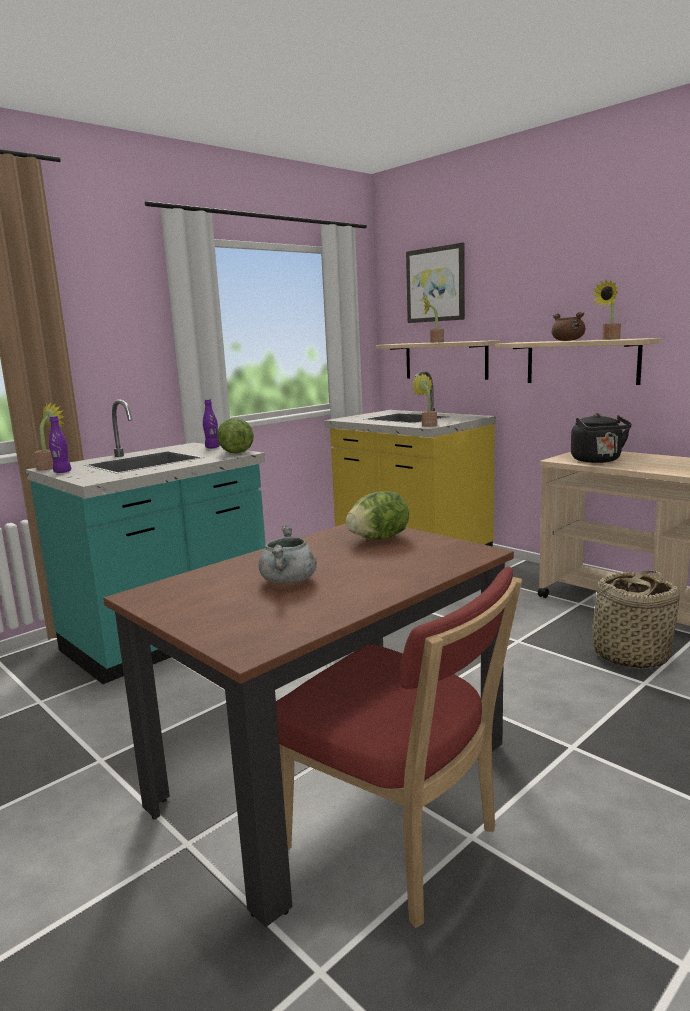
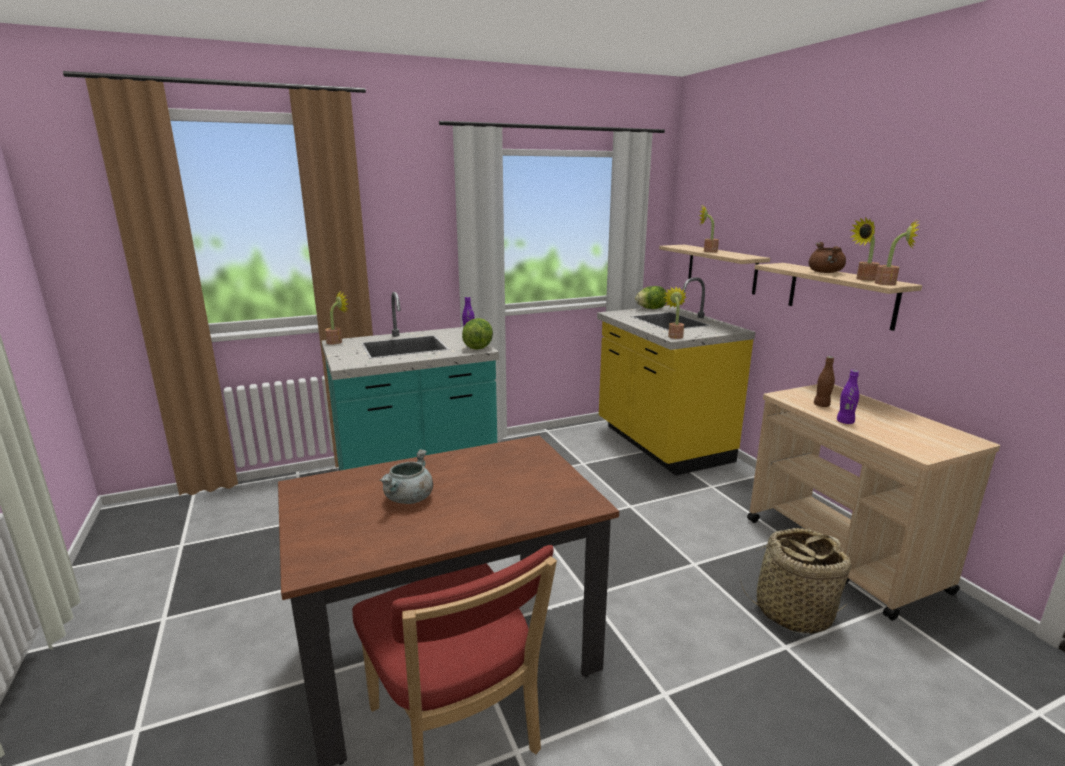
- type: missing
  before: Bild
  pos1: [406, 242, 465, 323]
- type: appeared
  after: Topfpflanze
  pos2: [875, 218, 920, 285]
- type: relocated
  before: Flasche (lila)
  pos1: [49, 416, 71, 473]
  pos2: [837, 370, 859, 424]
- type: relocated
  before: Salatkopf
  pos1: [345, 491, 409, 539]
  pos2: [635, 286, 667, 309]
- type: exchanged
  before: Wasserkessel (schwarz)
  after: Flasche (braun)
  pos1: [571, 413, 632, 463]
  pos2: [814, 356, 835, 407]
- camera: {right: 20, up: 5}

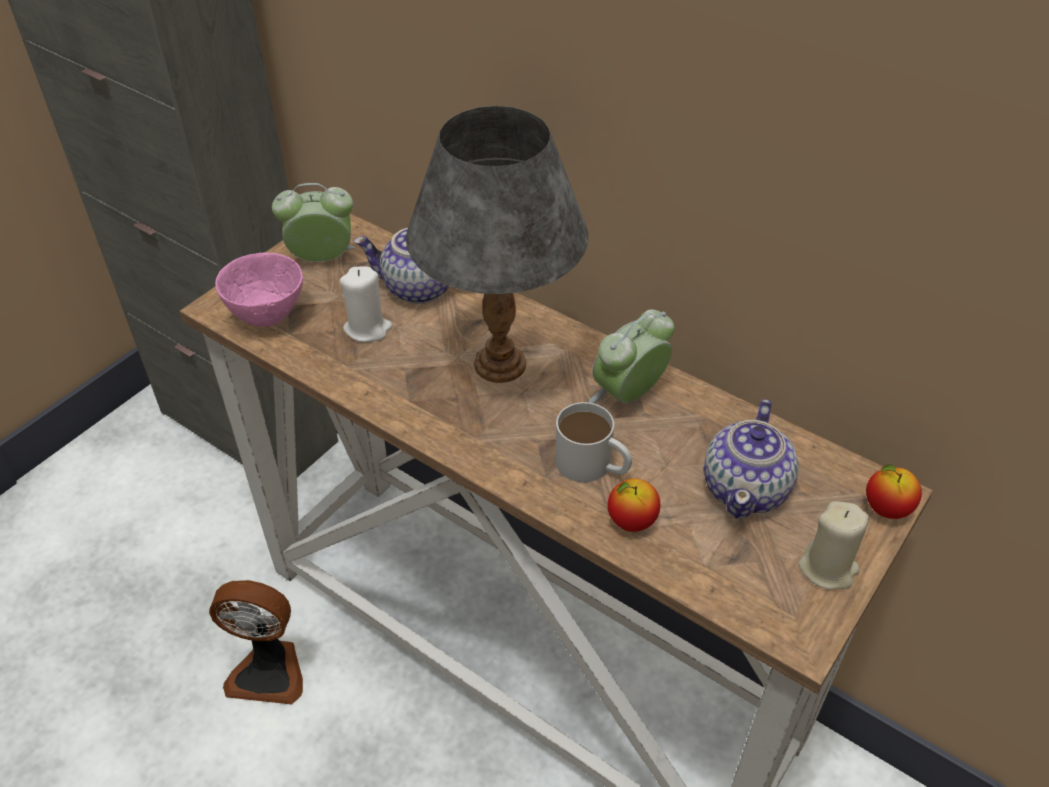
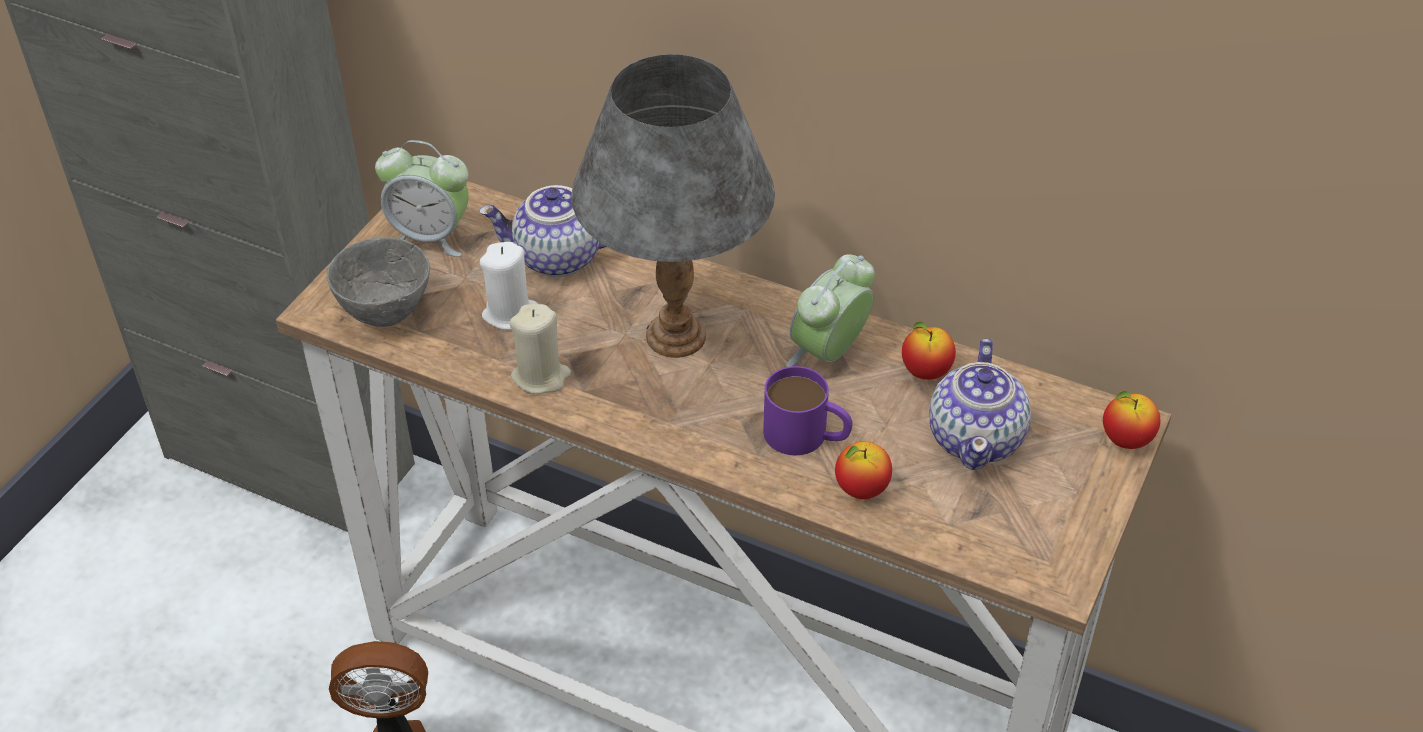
- type: appeared
  after: Apfel
  pos2: [902, 322, 956, 380]
- type: relocated
  before: Kerze (beige)
  pos1: [798, 501, 869, 590]
  pos2: [510, 304, 571, 394]
- type: colour
  before: Schüssel (rosa)
  after: Schüssel (grau)
  pos1: [215, 253, 303, 327]
  pos2: [327, 237, 430, 327]
- type: colour
  before: Henkelbecher (weiß)
  after: Henkelbecher (lila)
  pos1: [555, 402, 632, 482]
  pos2: [763, 366, 852, 455]
- type: spun
  before: Wecker
  pos1: [272, 183, 355, 262]
  pos2: [375, 140, 469, 257]
  turn: -150
- camera: {right: -10, up: 0}

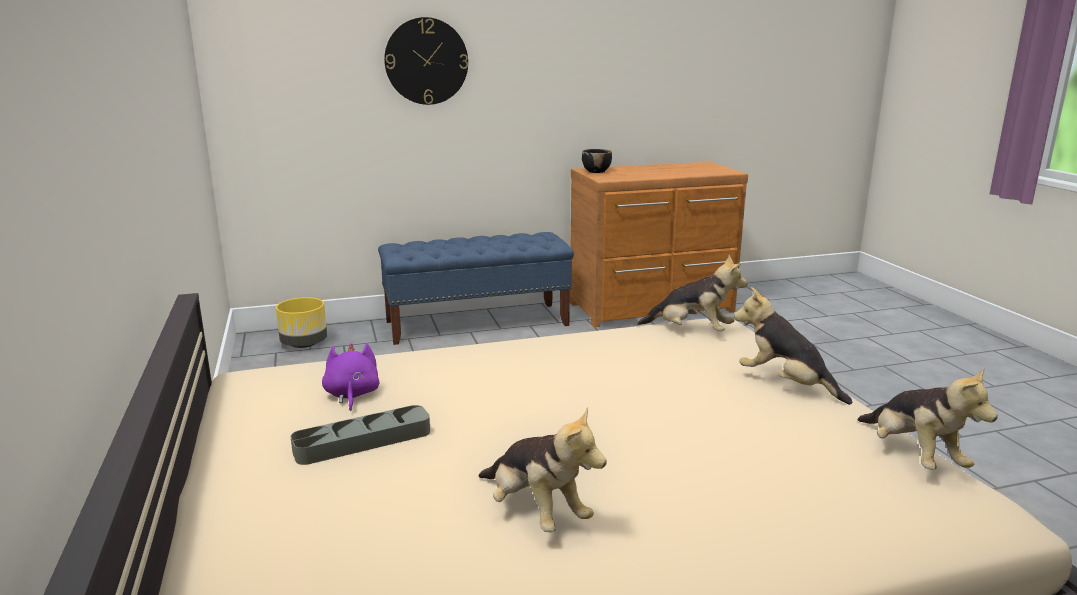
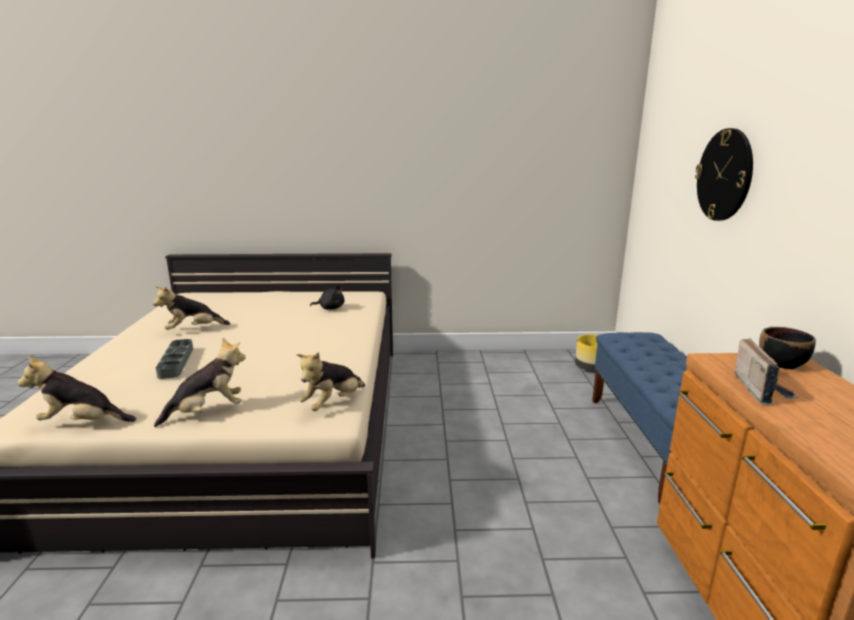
- type: appeared
  after: Radio
  pos2: [735, 338, 799, 404]
- type: relocated
  before: Tablett (grau)
  pos1: [291, 405, 430, 465]
  pos2: [156, 339, 193, 379]
- type: colour
  before: Plüschtier (lila)
  after: Plüschtier (schwarz)
  pos1: [322, 343, 379, 411]
  pos2: [310, 285, 345, 310]
- camera: {right: 105, up: 0}

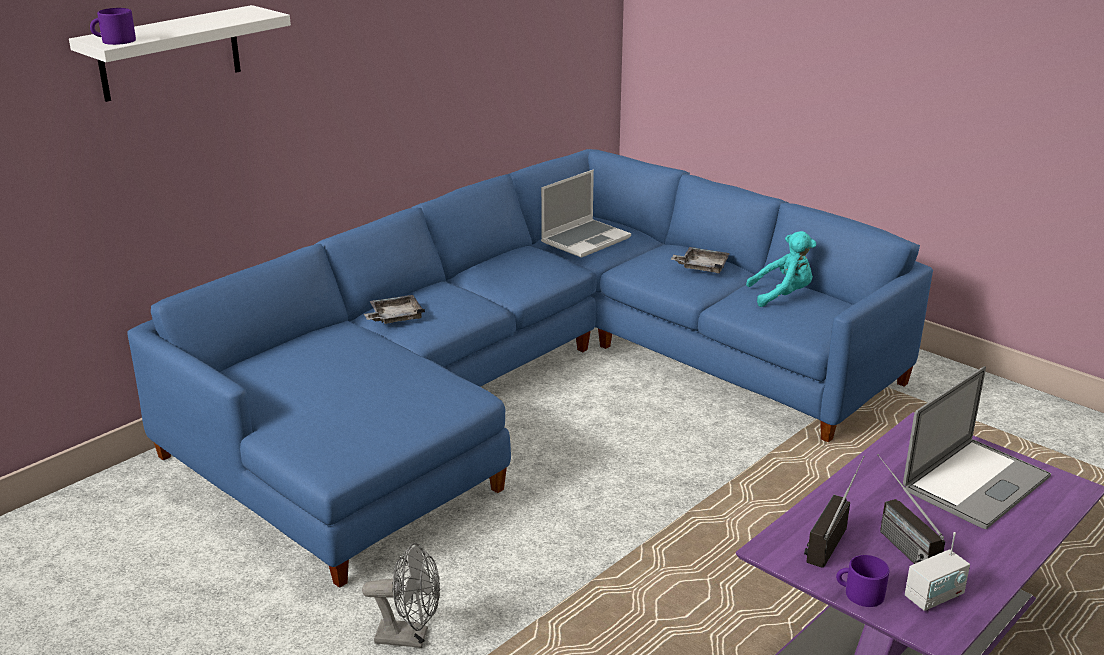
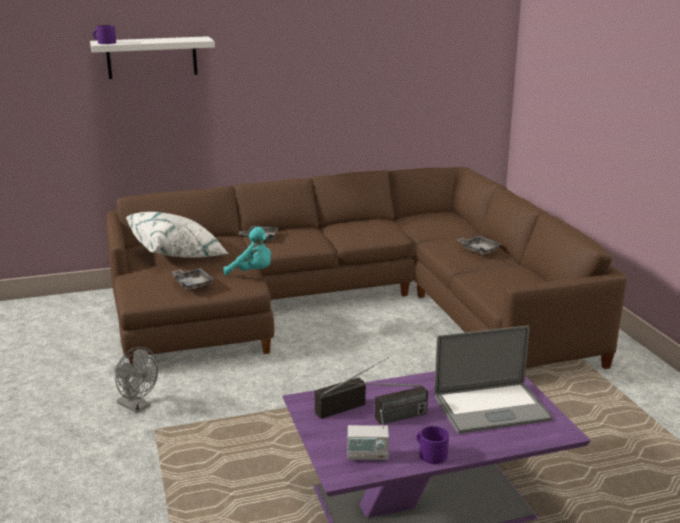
- type: missing
  before: Laptop
  pos1: [541, 170, 631, 258]
- type: appeared
  after: Kissen (weiß)
  pos2: [126, 212, 229, 258]
- type: appeared
  after: Tablett (grau)
  pos2: [172, 268, 214, 290]
- type: relocated
  before: Plüschtier (türkis)
  pos1: [746, 231, 816, 307]
  pos2: [223, 227, 271, 275]
- type: relocated
  before: Henkelbecher (lila)
  pos1: [836, 555, 889, 607]
  pos2: [417, 426, 449, 464]
- type: colour
  before: Sofa (blau)
  after: Sofa (braun)
  pos1: [127, 149, 933, 588]
  pos2: [107, 167, 627, 369]
- type: spun
  before: Radio
  pos1: [877, 454, 945, 564]
  pos2: [349, 383, 428, 425]
  turn: -120
- camera: {right: 30, up: -5}

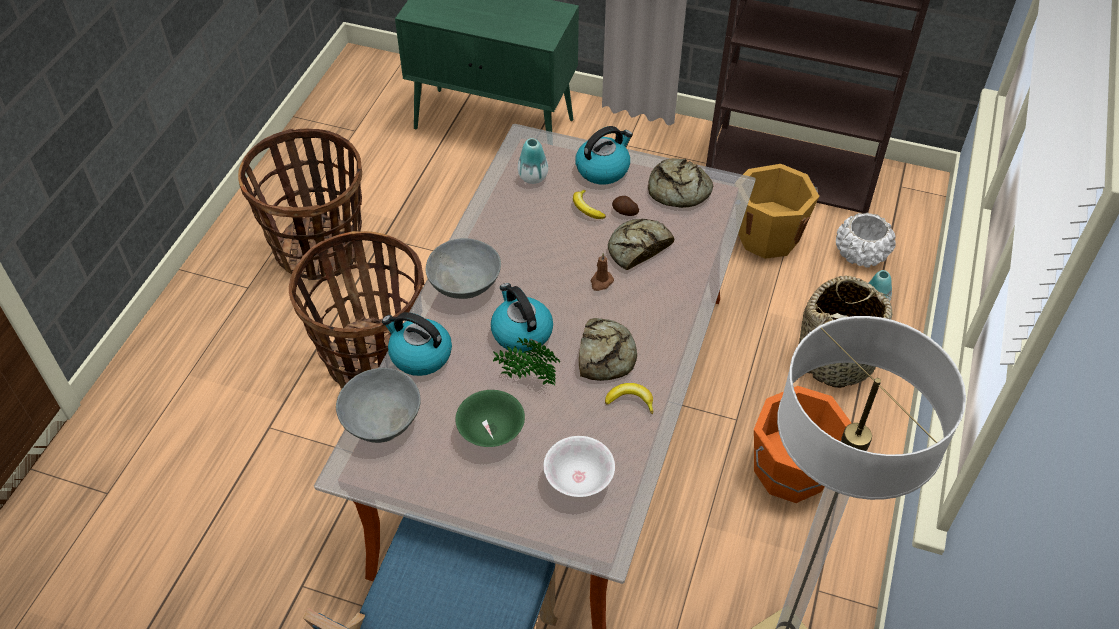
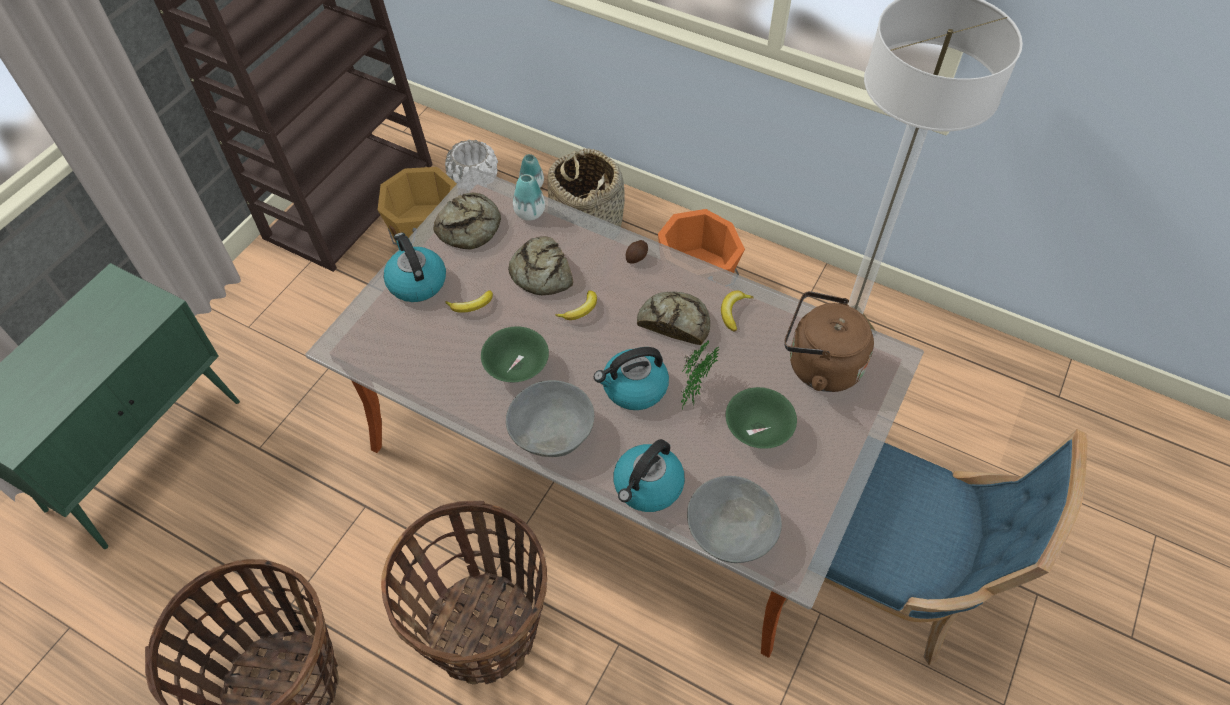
- type: appeared
  after: Schüssel (grün)
  pos2: [481, 326, 549, 382]
- type: relocated
  before: Vase
  pos1: [518, 138, 548, 184]
  pos2: [513, 174, 545, 221]
- type: relocated
  before: Kartoffel
  pos1: [612, 196, 639, 216]
  pos2: [626, 240, 648, 264]
- type: exchanged
  before: Schüssel (weiß)
  after: Wasserkessel (braun)
  pos1: [543, 436, 615, 497]
  pos2: [784, 291, 874, 392]
- type: exchanged
  before: Kerze (braun)
  after: Banane
  pos1: [591, 253, 614, 291]
  pos2: [555, 291, 597, 320]
- camera: {right: -80, up: 5}

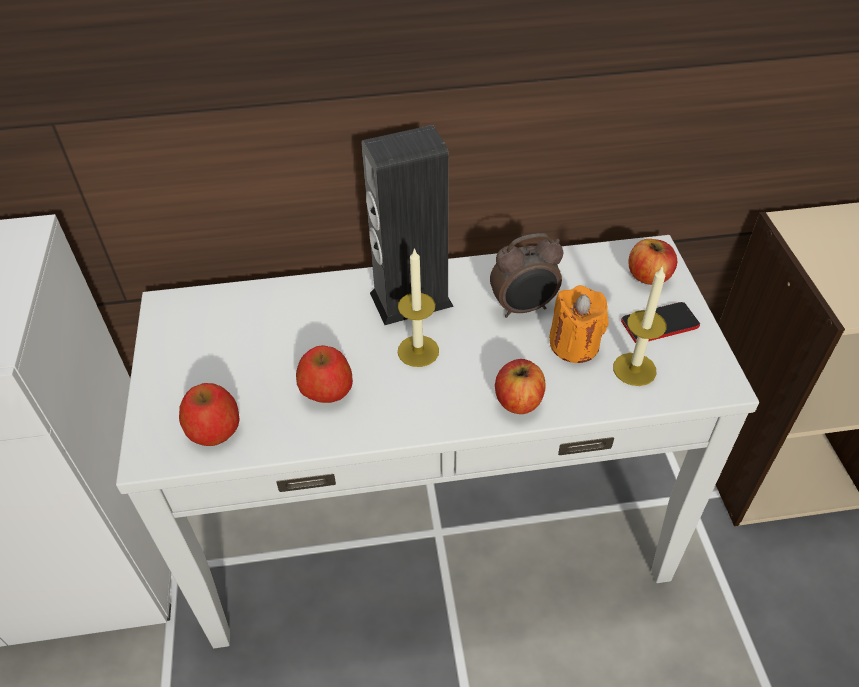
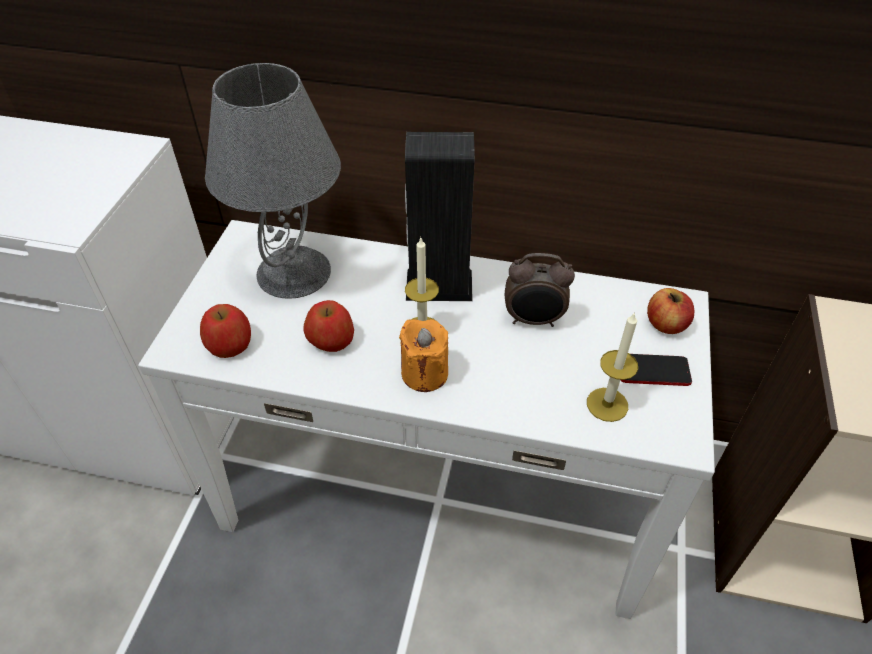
- type: missing
  before: Apfel
  pos1: [495, 359, 546, 414]
- type: appeared
  after: Tischlampe (grau)
  pos2: [205, 63, 341, 299]
- type: relocated
  before: Kerze (orange)
  pos1: [549, 285, 609, 363]
  pos2: [399, 319, 448, 392]
- camera: {right: 20, up: 0}

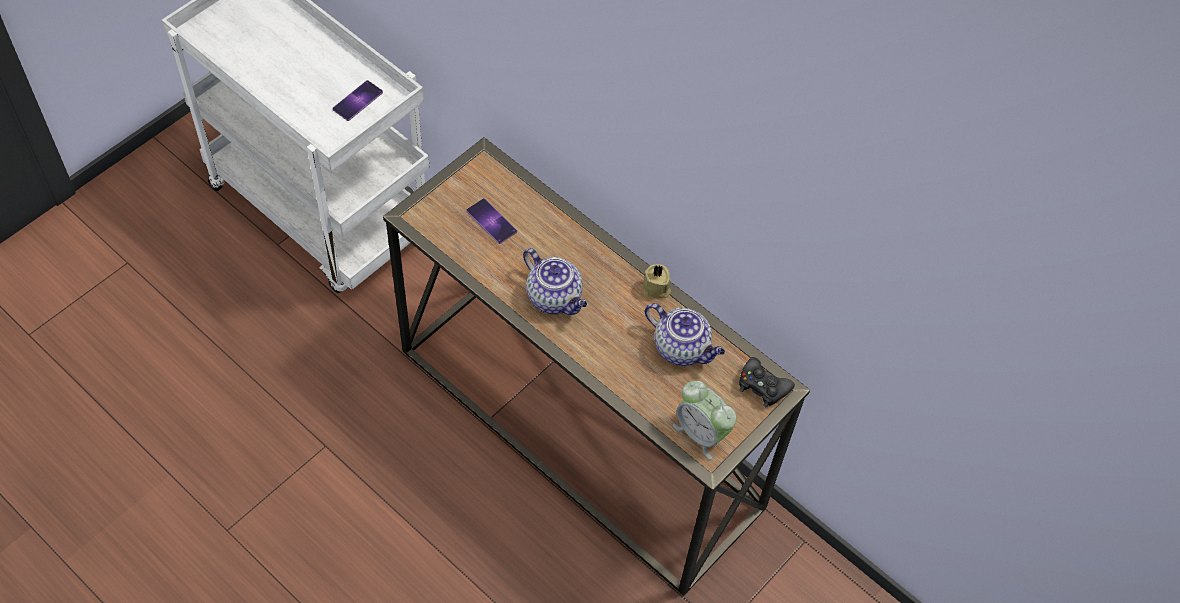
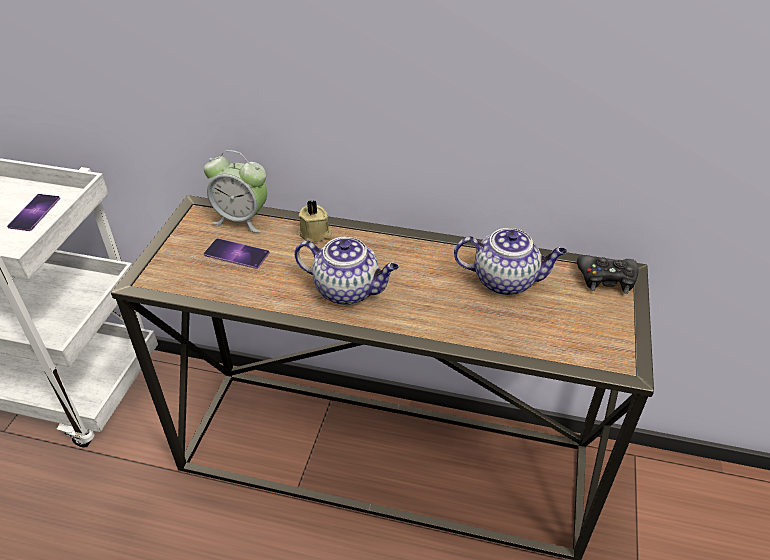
- type: relocated
  before: Kerze (beige)
  pos1: [642, 264, 671, 299]
  pos2: [299, 200, 332, 242]
- type: relocated
  before: Wecker
  pos1: [673, 381, 736, 459]
  pos2: [204, 150, 267, 233]
- camera: {right: -25, up: -15}

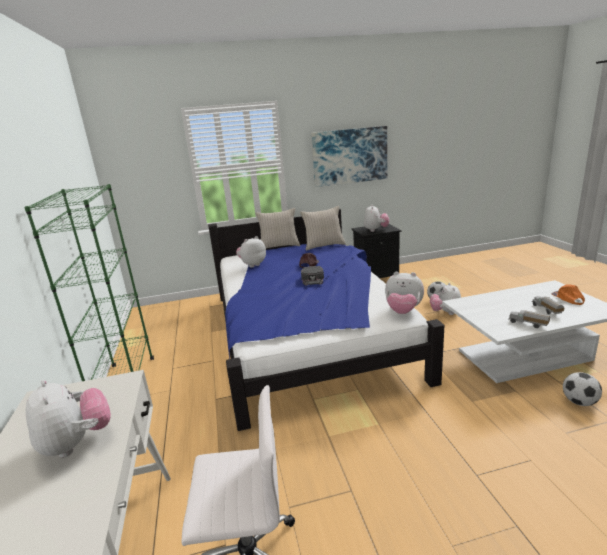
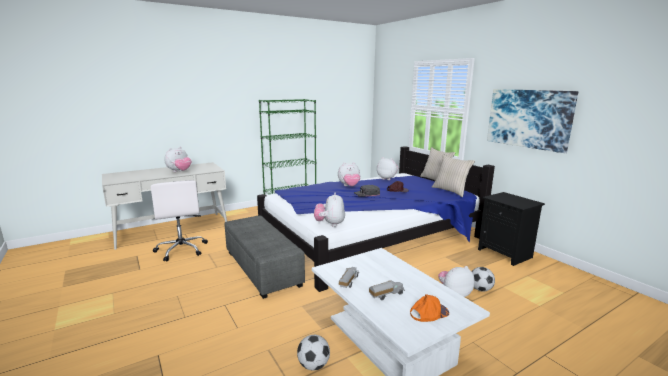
- type: appeared
  after: Polsterhocker (grau)
  pos2: [225, 215, 305, 299]
- type: relocated
  before: Plüschtier
  pos1: [364, 204, 389, 232]
  pos2: [338, 162, 361, 186]
- camera: {right: 70, up: -5}

